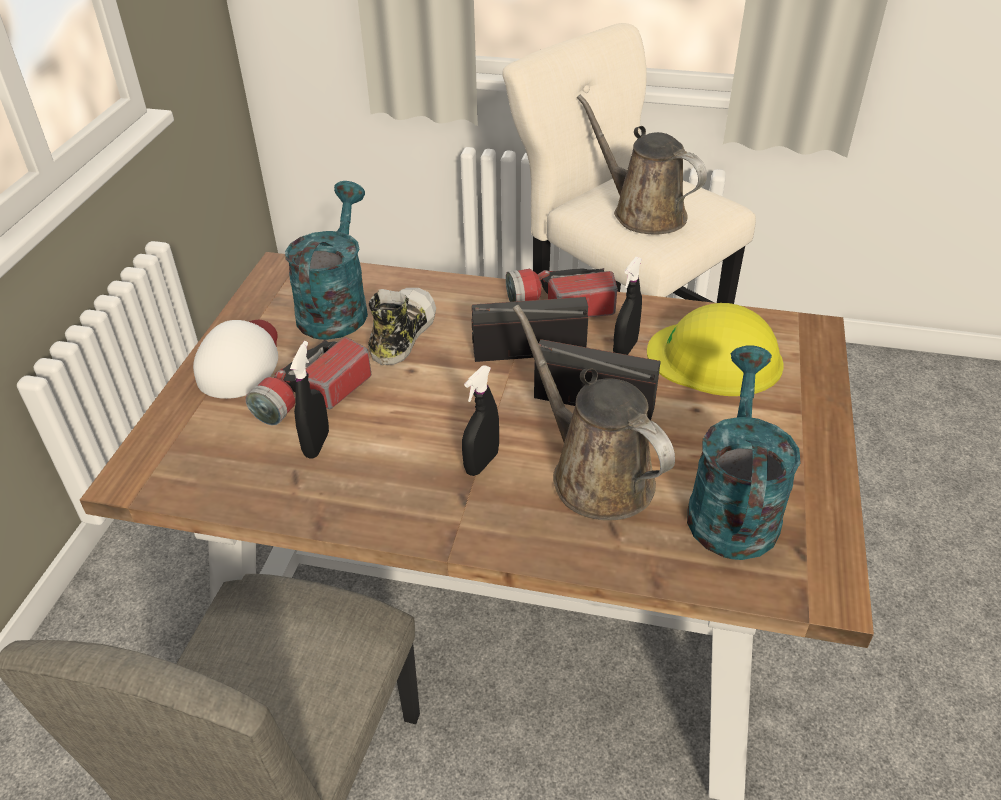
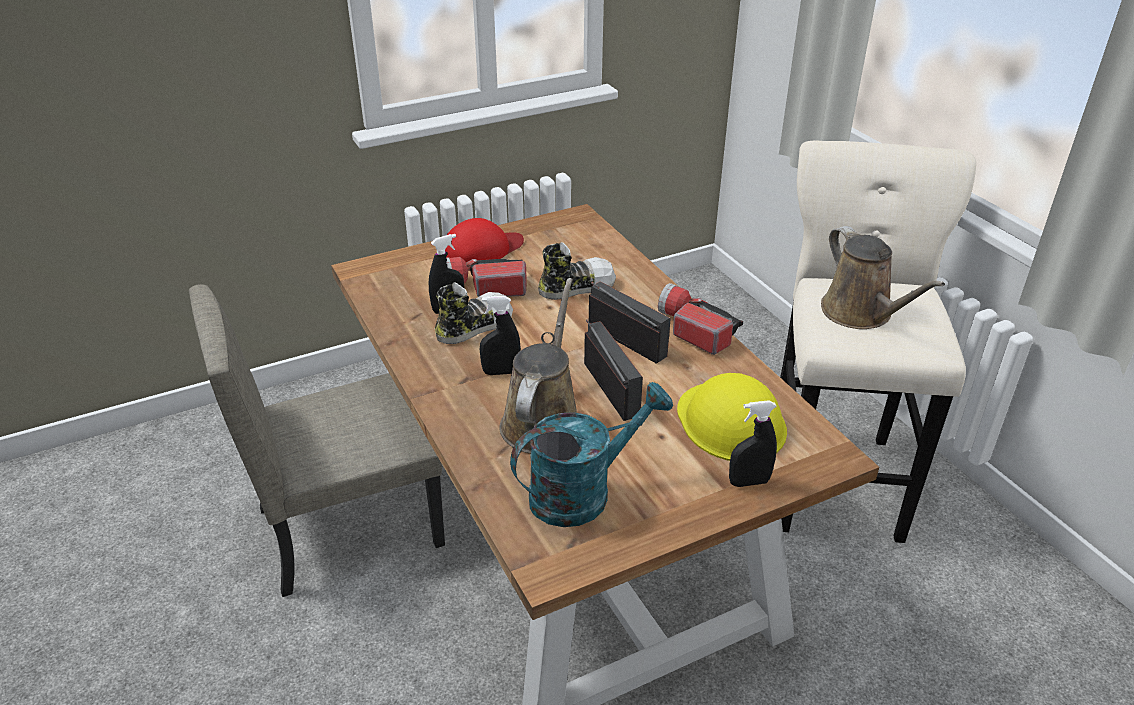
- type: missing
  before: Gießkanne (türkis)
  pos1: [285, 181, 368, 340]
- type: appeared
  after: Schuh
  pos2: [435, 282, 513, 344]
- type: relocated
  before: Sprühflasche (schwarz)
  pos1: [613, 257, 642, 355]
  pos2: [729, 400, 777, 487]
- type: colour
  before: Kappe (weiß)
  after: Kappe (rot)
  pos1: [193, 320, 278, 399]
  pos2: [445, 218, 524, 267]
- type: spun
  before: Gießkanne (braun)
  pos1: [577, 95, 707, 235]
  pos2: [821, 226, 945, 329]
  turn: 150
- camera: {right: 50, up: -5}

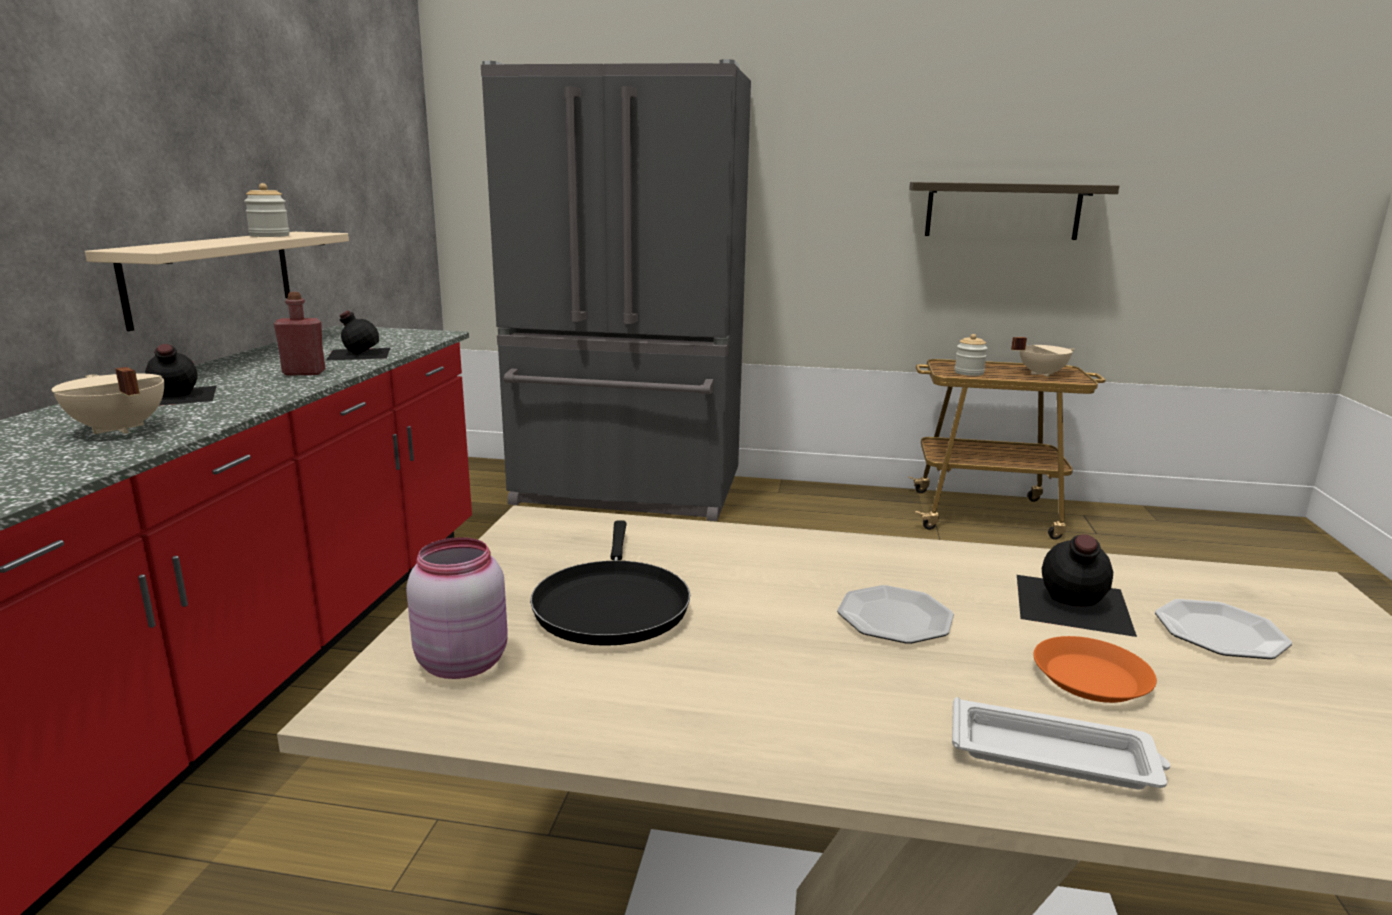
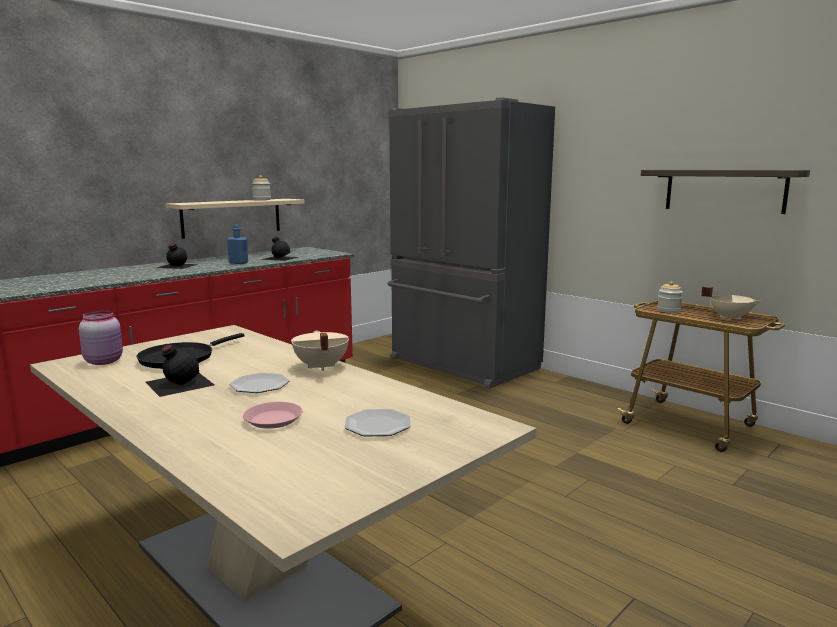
- type: missing
  before: Tablett (weiß)
  pos1: [952, 697, 1170, 789]
- type: relocated
  before: Kochtopf (beige)
  pos1: [52, 367, 164, 434]
  pos2: [291, 331, 349, 371]
- type: relocated
  before: Flasche (schwarz)
  pos1: [1017, 535, 1137, 637]
  pos2: [145, 345, 214, 397]
- type: colour
  before: Flasche (rot)
  after: Flasche (blau)
  pos1: [274, 292, 325, 376]
  pos2: [227, 225, 248, 264]
- type: colour
  before: Teller (orange)
  after: Teller (rosa)
  pos1: [1033, 636, 1157, 703]
  pos2: [243, 402, 303, 429]
- camera: {right: 35, up: -5}

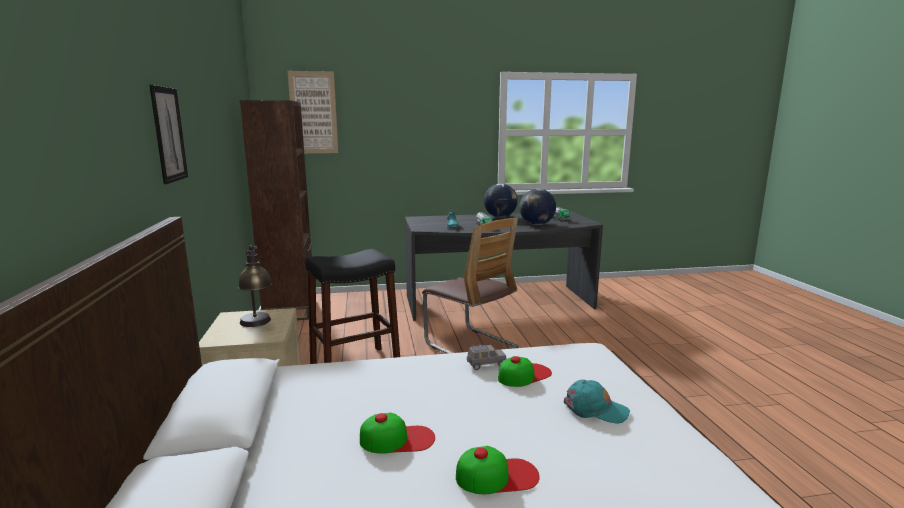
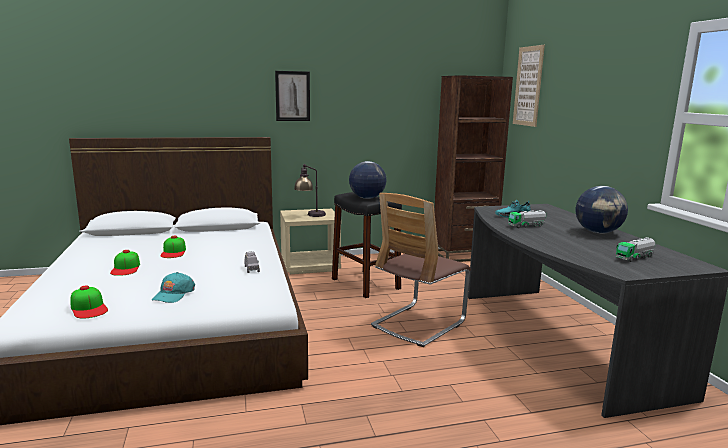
- type: relocated
  before: Kappe
  pos1: [498, 356, 552, 387]
  pos2: [70, 285, 108, 318]
- type: relocated
  before: Globus
  pos1: [519, 189, 556, 225]
  pos2: [349, 161, 386, 199]
- camera: {right: 85, up: 0}

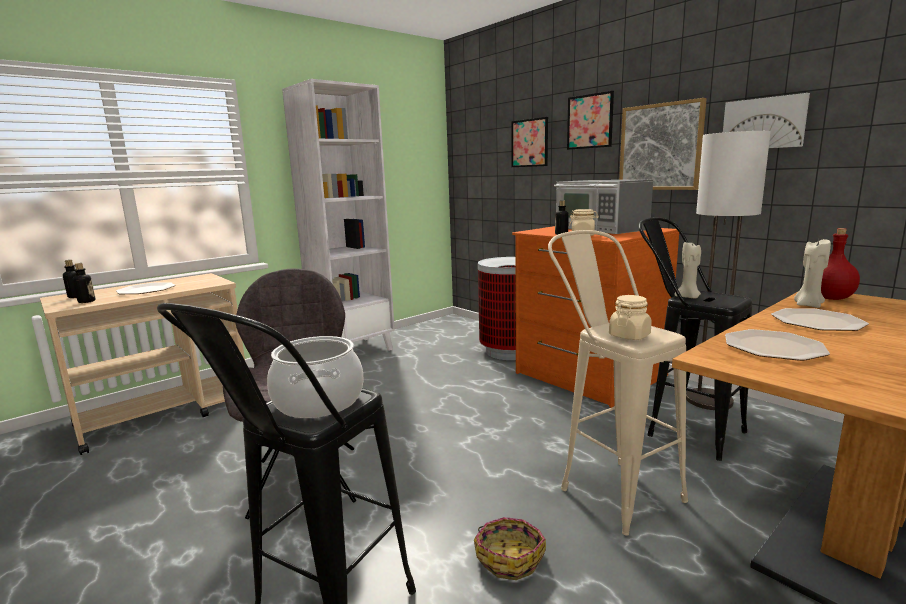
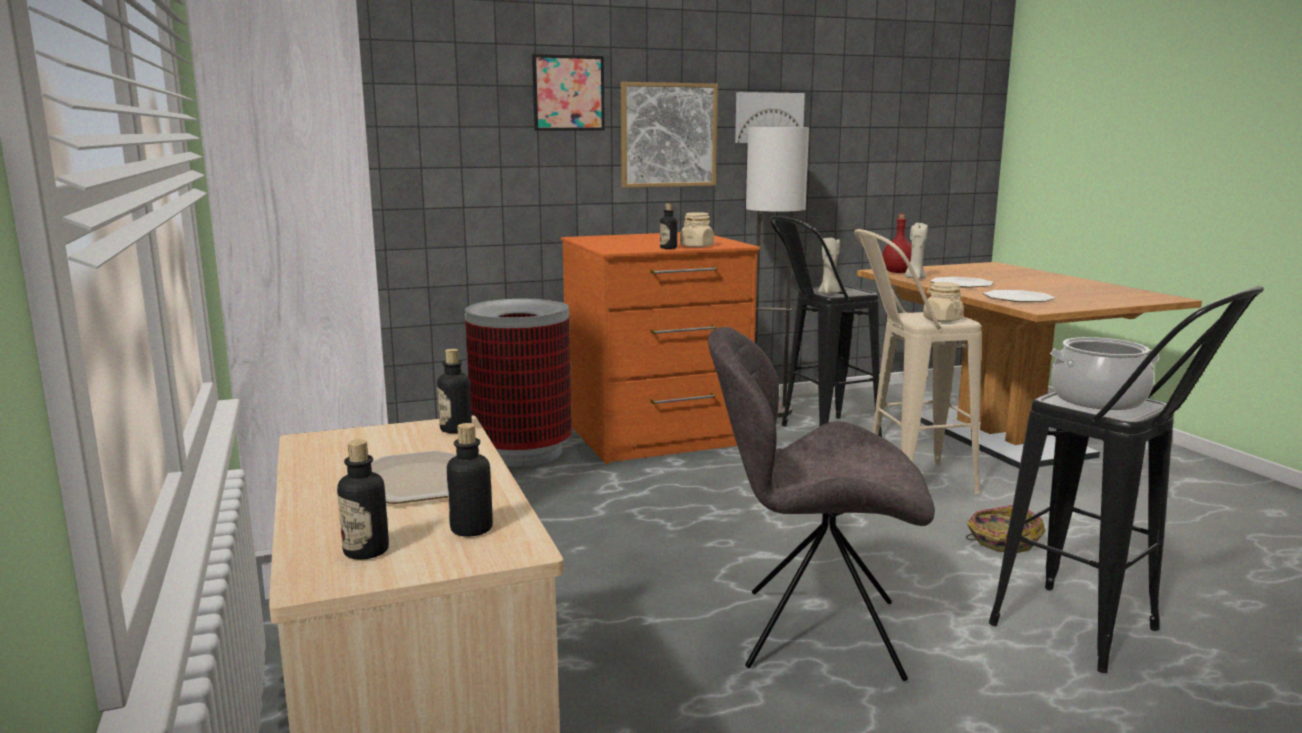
- type: missing
  before: Bild
  pos1: [511, 117, 548, 167]
- type: missing
  before: Mikrowelle
  pos1: [554, 180, 653, 234]
- type: appeared
  after: Flasche
  pos2: [437, 349, 472, 433]
- camera: {right: -70, up: 0}

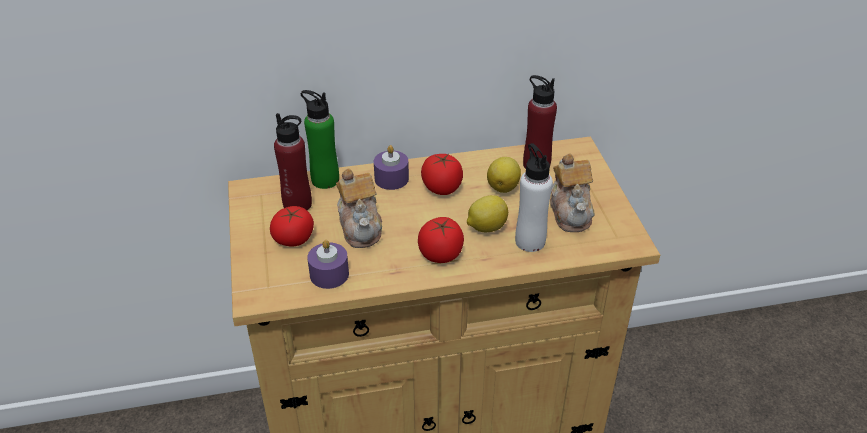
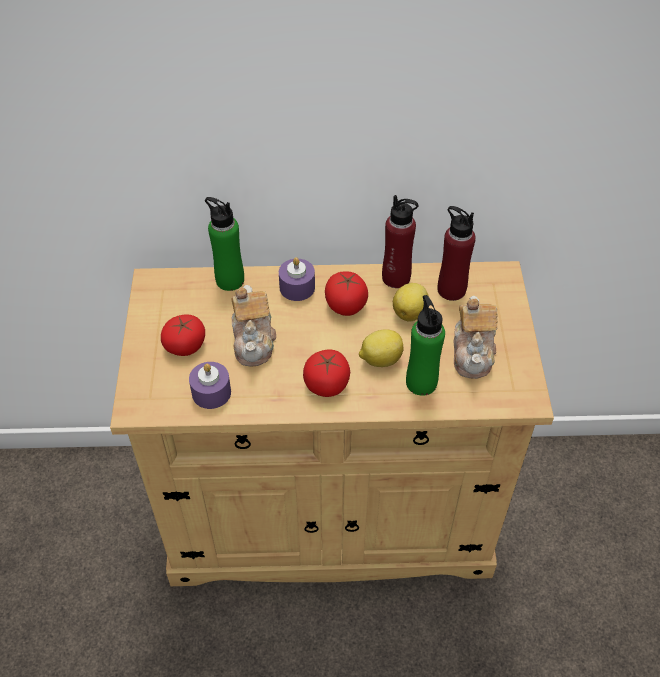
- type: relocated
  before: Flasche (rot)
  pos1: [274, 113, 312, 210]
  pos2: [382, 195, 418, 288]
- type: colour
  before: Flasche (weiß)
  after: Flasche (grün)
  pos1: [515, 143, 553, 252]
  pos2: [406, 295, 445, 396]
- camera: {right: 10, up: 10}

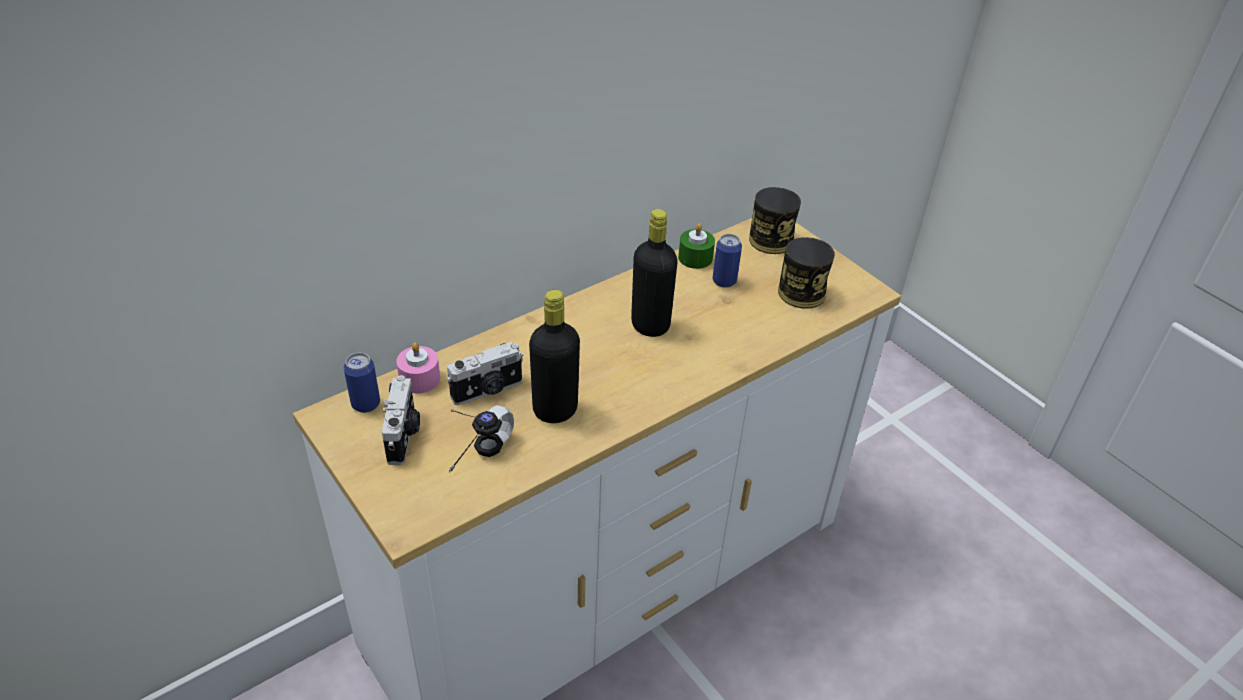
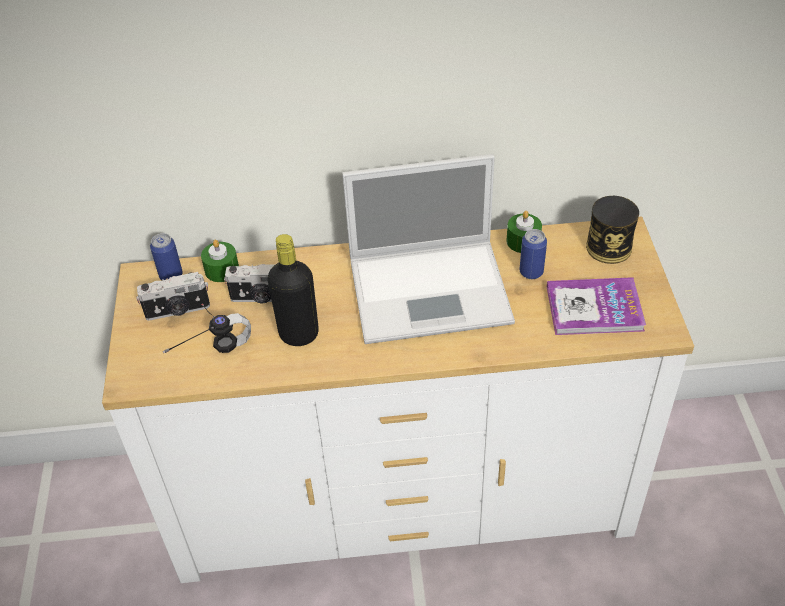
- type: exchanged
  before: Flasche (schwarz)
  after: Laptop
  pos1: [631, 209, 678, 337]
  pos2: [342, 154, 515, 344]
- type: exchanged
  before: Dose
  after: Buch
  pos1: [778, 237, 835, 309]
  pos2: [547, 277, 646, 335]
- type: colour
  before: Kerze (rosa)
  after: Kerze (grün)
  pos1: [396, 343, 440, 393]
  pos2: [201, 240, 239, 282]
- type: spun
  before: Kamera
  pos1: [382, 375, 420, 465]
  pos2: [136, 272, 210, 321]
  turn: 45
- camera: {right: 35, up: 5}

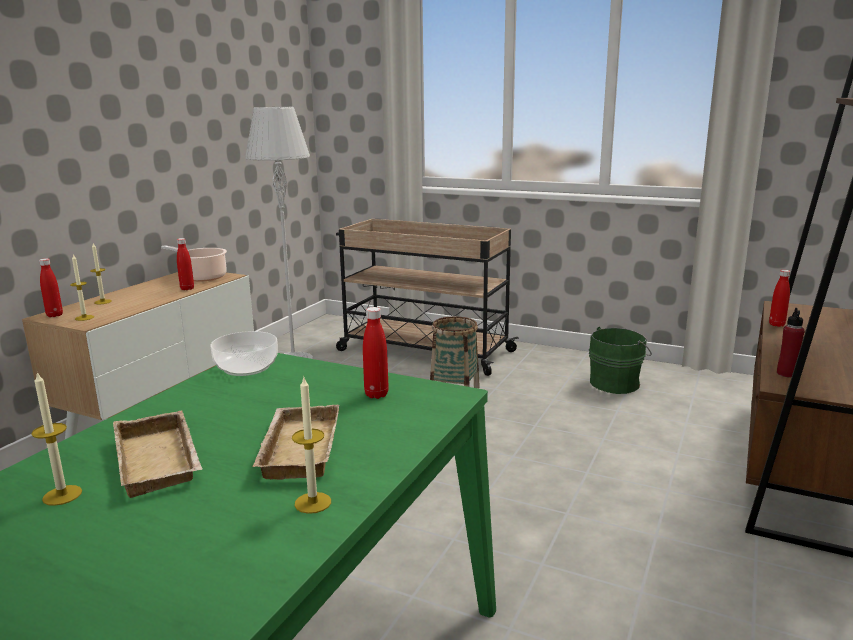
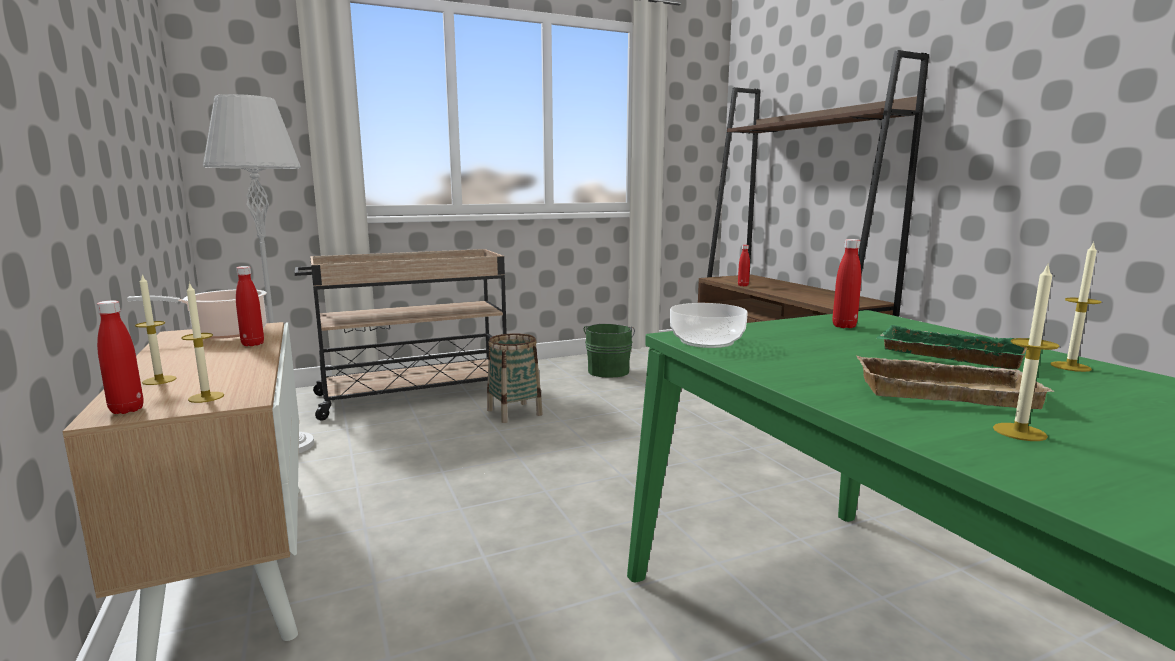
- type: missing
  before: Flasche (rot)
  pos1: [777, 308, 804, 378]
- type: colour
  before: Tablett (beige)
  after: Tablett (grün)
  pos1: [252, 405, 339, 480]
  pos2: [877, 325, 1027, 369]
- camera: {right: -50, up: -5}

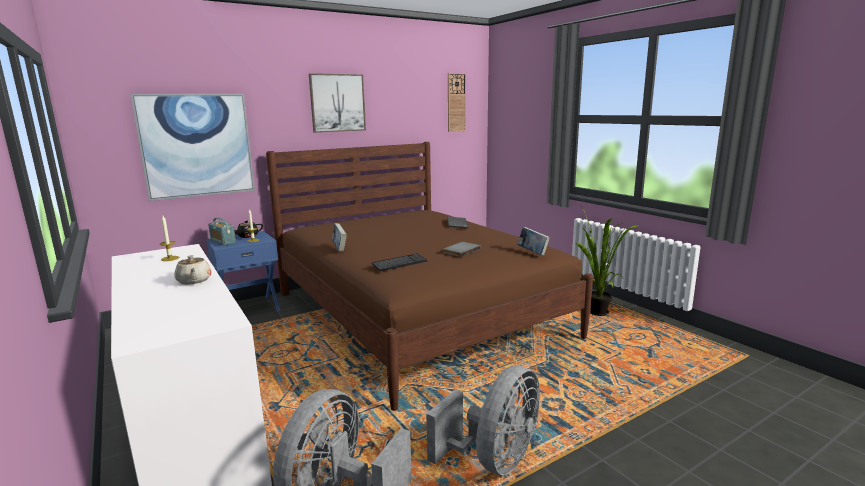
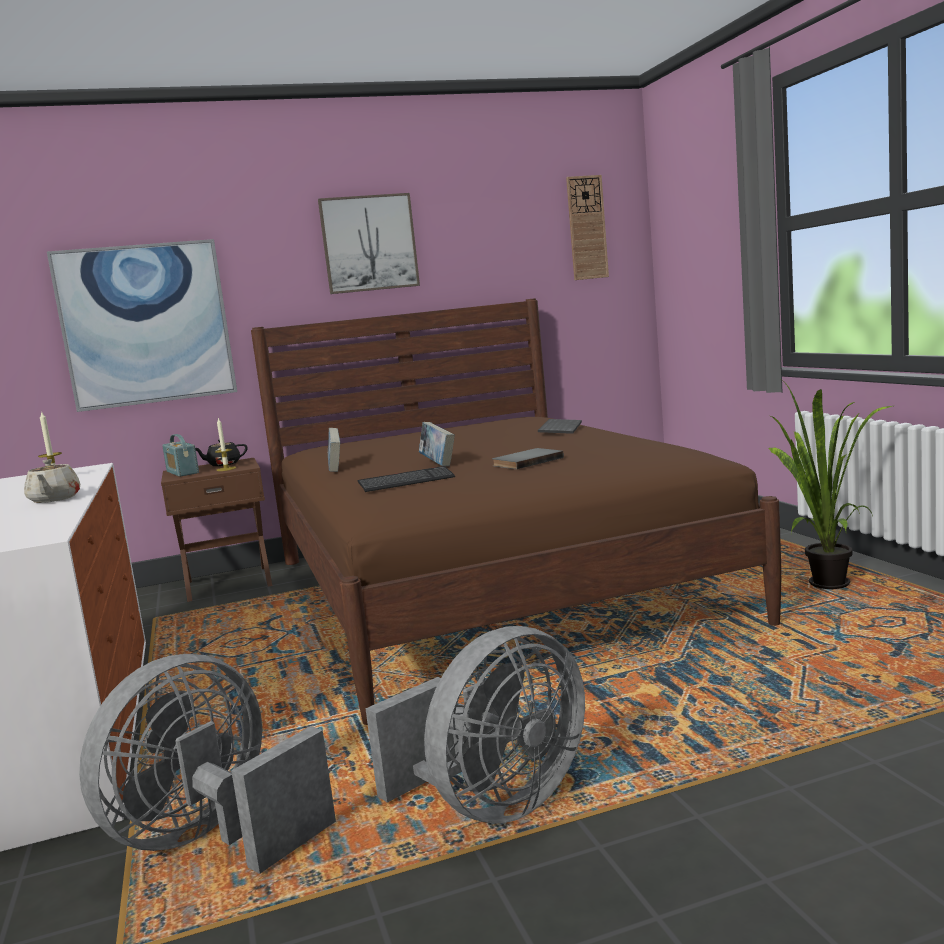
- type: relocated
  before: Buch
  pos1: [517, 227, 550, 255]
  pos2: [419, 422, 455, 466]
- type: colour
  before: Nachttisch (blau)
  after: Nachttisch (braun)
  pos1: [206, 231, 280, 311]
  pos2: [161, 458, 272, 602]
- camera: {right: 15, up: -5}

